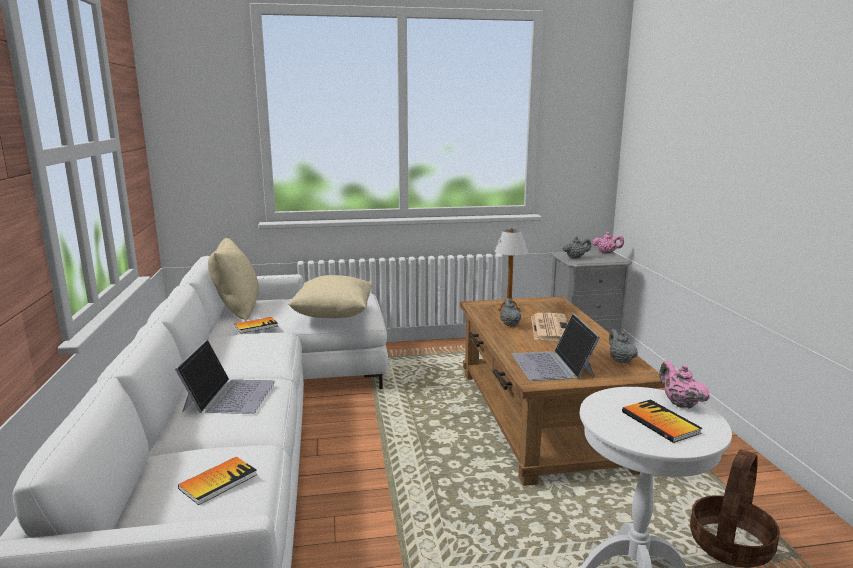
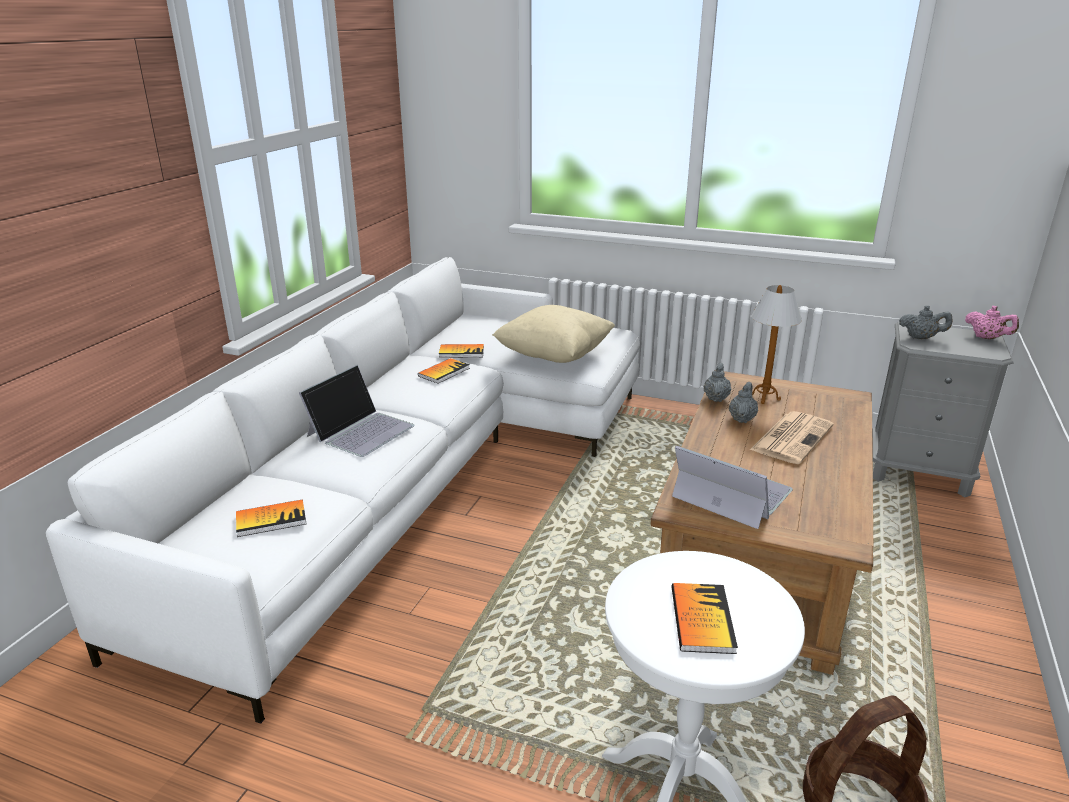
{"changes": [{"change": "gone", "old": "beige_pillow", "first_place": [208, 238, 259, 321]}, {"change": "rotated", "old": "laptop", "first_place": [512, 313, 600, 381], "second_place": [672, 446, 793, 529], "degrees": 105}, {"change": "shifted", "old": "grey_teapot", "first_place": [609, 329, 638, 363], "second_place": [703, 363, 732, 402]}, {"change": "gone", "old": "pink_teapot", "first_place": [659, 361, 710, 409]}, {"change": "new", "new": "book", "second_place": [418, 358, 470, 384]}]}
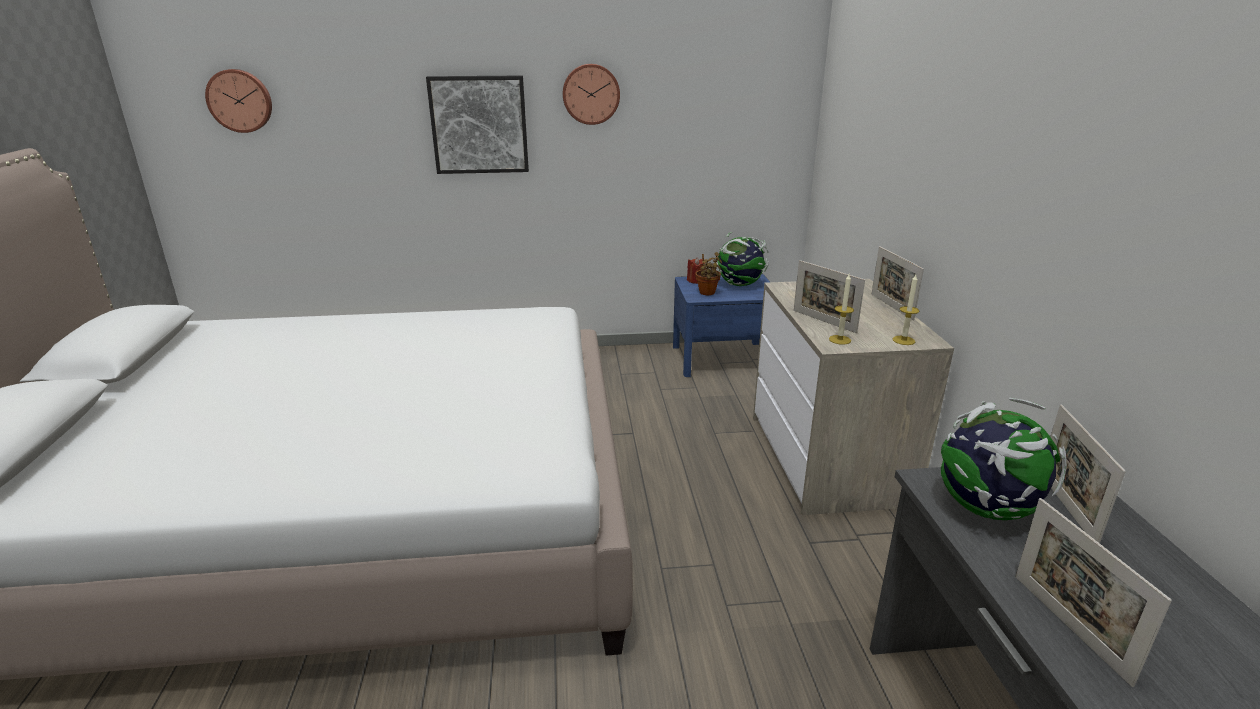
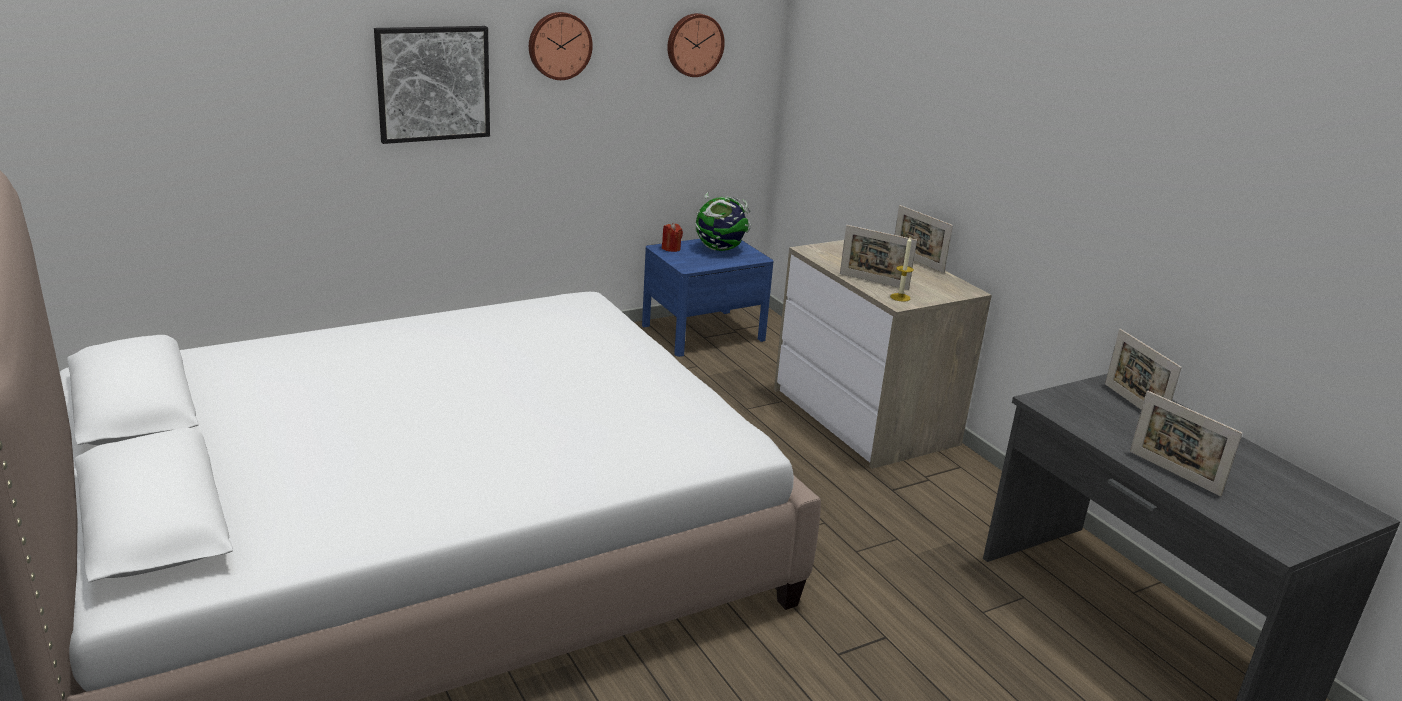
{"changes": [{"change": "shifted", "old": "wall_clock", "first_place": [205, 69, 272, 133], "second_place": [667, 13, 725, 77]}, {"change": "gone", "old": "potted_plant", "first_place": [695, 252, 722, 295]}, {"change": "gone", "old": "candle", "first_place": [893, 275, 919, 345]}, {"change": "gone", "old": "globe", "first_place": [941, 398, 1067, 520]}]}
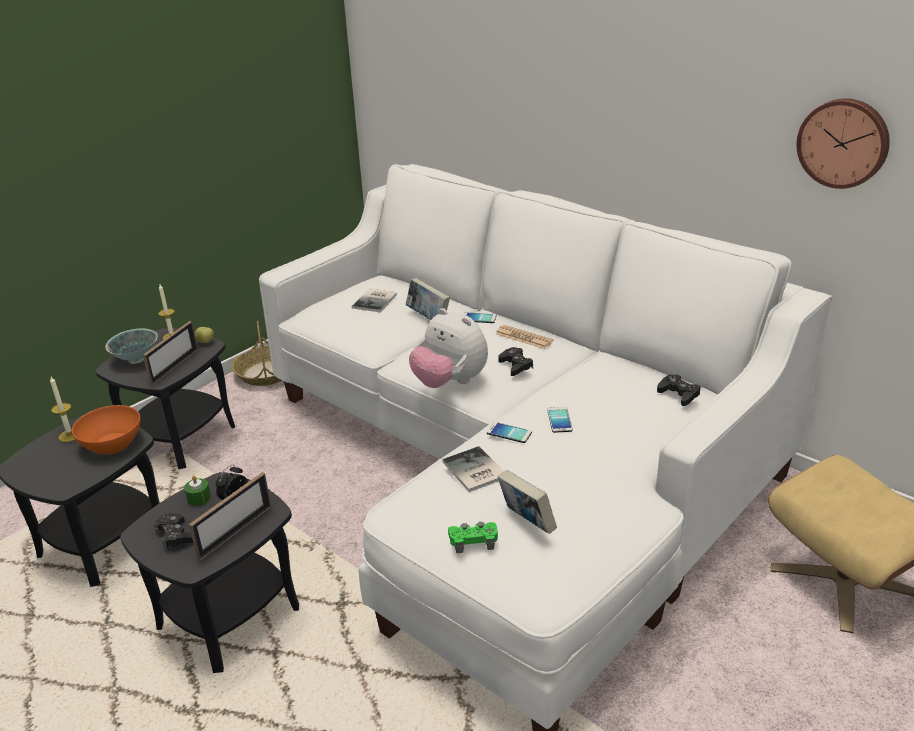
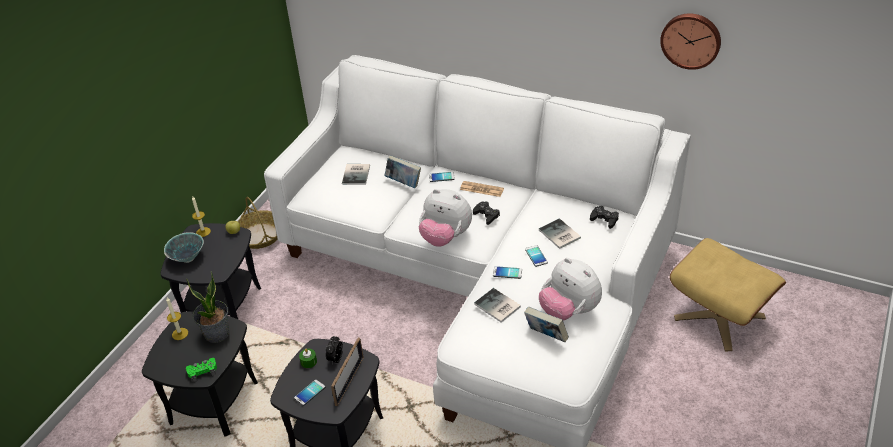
{"changes": [{"change": "swapped", "old": "orange_bowl", "new": "potted_plant", "first_place": [72, 405, 140, 455], "second_place": [186, 271, 229, 343]}, {"change": "gone", "old": "picture_frame", "first_place": [143, 321, 198, 385]}, {"change": "swapped", "old": "black_game_controller", "new": "phone", "first_place": [154, 513, 193, 550], "second_place": [294, 380, 325, 406]}, {"change": "shifted", "old": "green_game_controller", "first_place": [448, 522, 498, 553], "second_place": [186, 358, 217, 382]}, {"change": "new", "new": "book", "second_place": [539, 218, 581, 249]}, {"change": "new", "new": "plush_toy", "second_place": [539, 258, 602, 321]}]}
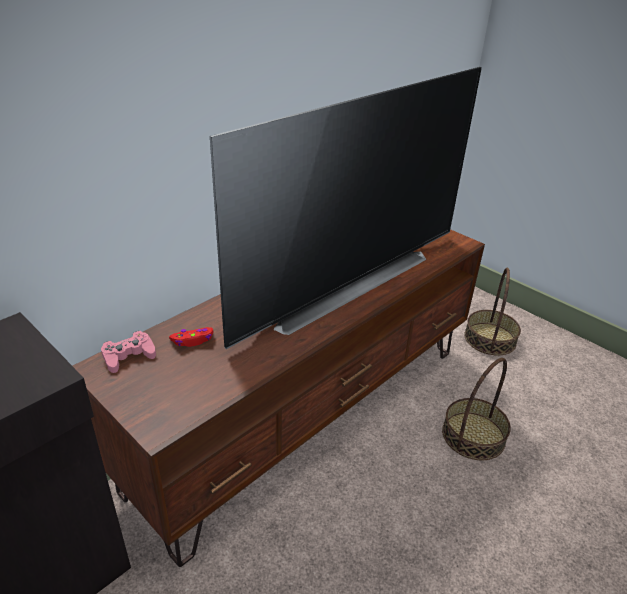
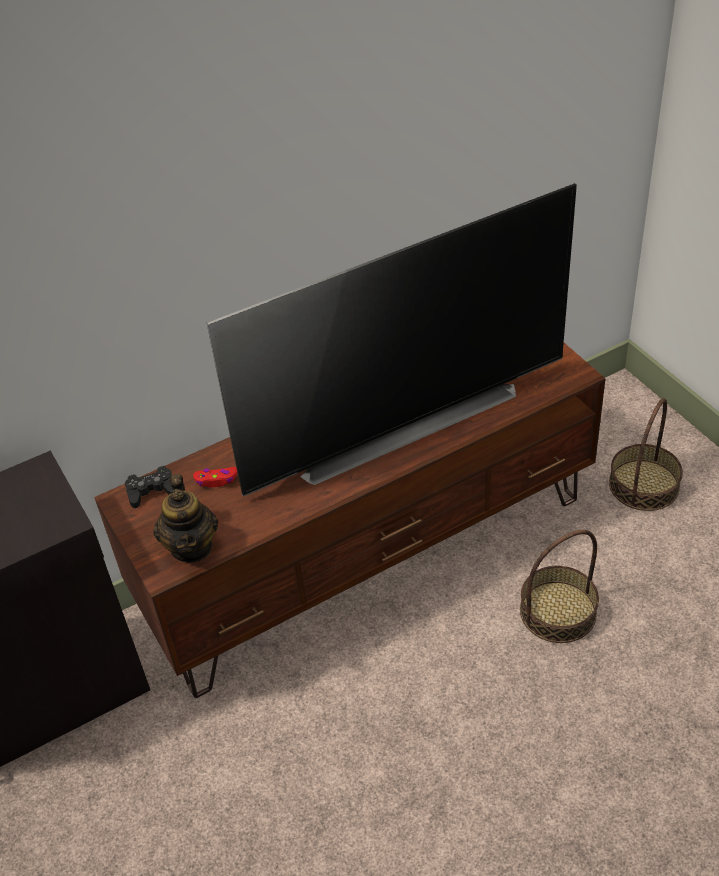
{"changes": [{"change": "repainted", "old": "pink_game_controller", "new": "black_game_controller", "first_place": [101, 331, 156, 373], "second_place": [125, 466, 174, 508]}, {"change": "new", "new": "teapot", "second_place": [153, 474, 218, 563]}]}
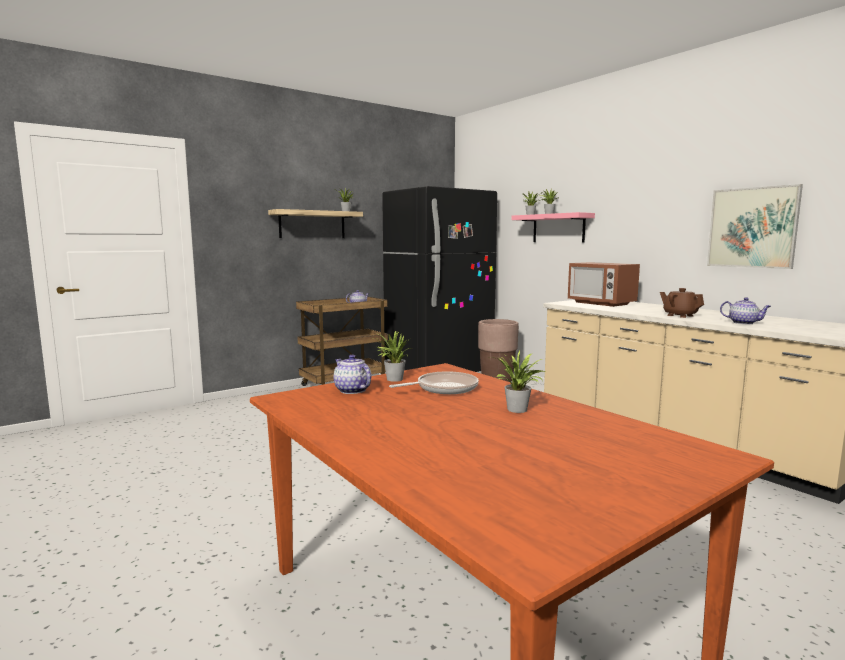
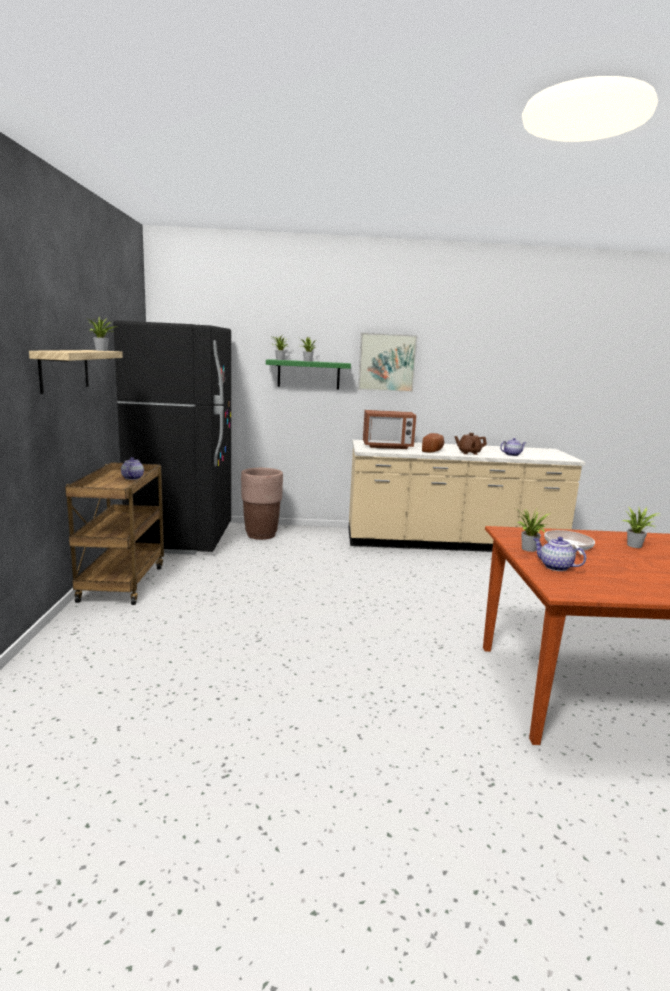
{"changes": [{"change": "rotated", "old": "teapot", "first_place": [334, 354, 371, 394], "second_place": [534, 537, 586, 571], "degrees": 45}, {"change": "repainted", "old": "pink_shelf", "new": "green_shelf", "first_place": [511, 212, 595, 242], "second_place": [266, 359, 351, 389]}, {"change": "shifted", "old": "picture", "first_place": [707, 184, 803, 269], "second_place": [358, 333, 418, 392]}, {"change": "new", "new": "bread", "second_place": [422, 433, 444, 453]}]}
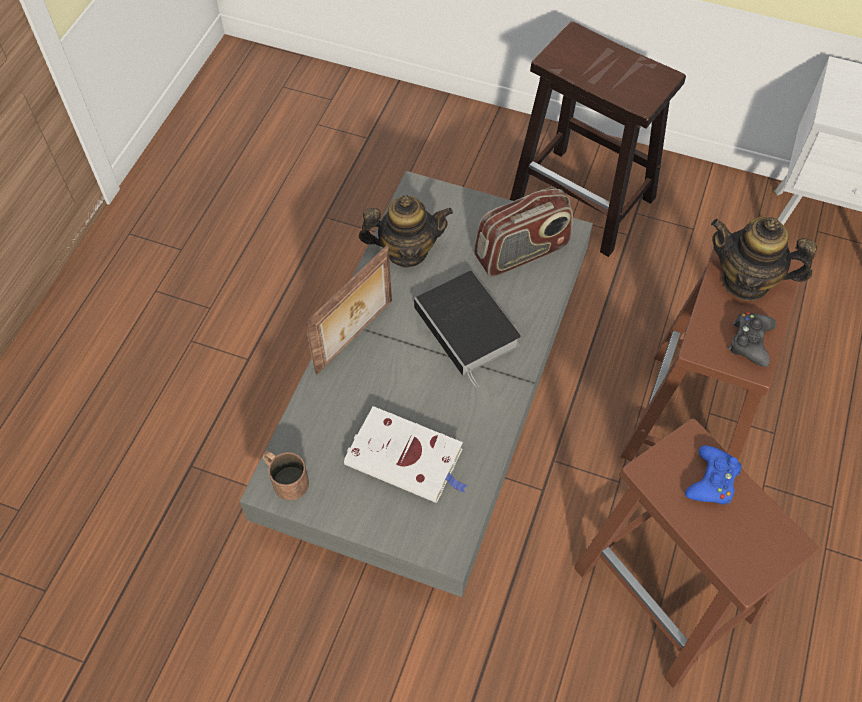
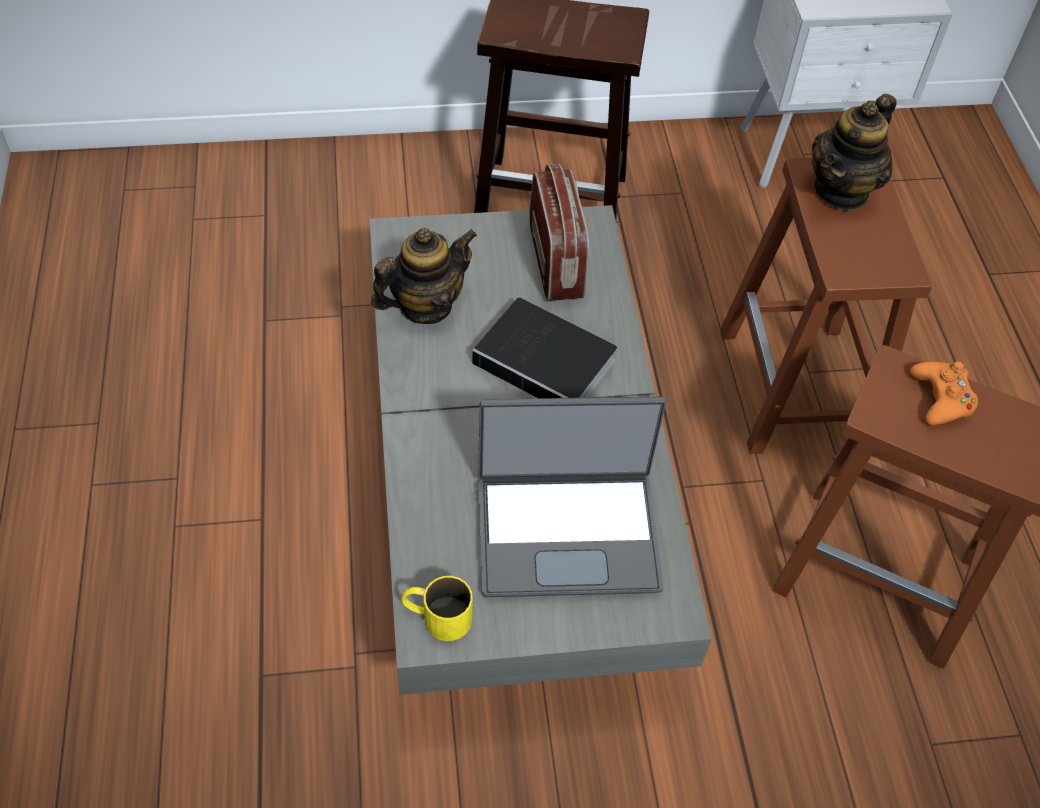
{"changes": [{"change": "repainted", "old": "brown_mug", "new": "yellow_mug", "first_place": [263, 451, 309, 500], "second_place": [401, 576, 472, 641]}, {"change": "gone", "old": "picture_frame", "first_place": [305, 245, 392, 374]}, {"change": "swapped", "old": "white_book", "new": "laptop", "first_place": [344, 406, 468, 503], "second_place": [478, 397, 666, 597]}, {"change": "rotated", "old": "radio", "first_place": [474, 187, 573, 277], "second_place": [529, 164, 589, 301], "degrees": -45}, {"change": "repainted", "old": "blue_game_controller", "new": "orange_game_controller", "first_place": [685, 445, 742, 505], "second_place": [910, 362, 978, 425]}, {"change": "rotated", "old": "teapot", "first_place": [711, 217, 817, 301], "second_place": [812, 93, 896, 211], "degrees": -45}, {"change": "gone", "old": "black_game_controller", "first_place": [728, 312, 776, 367]}]}
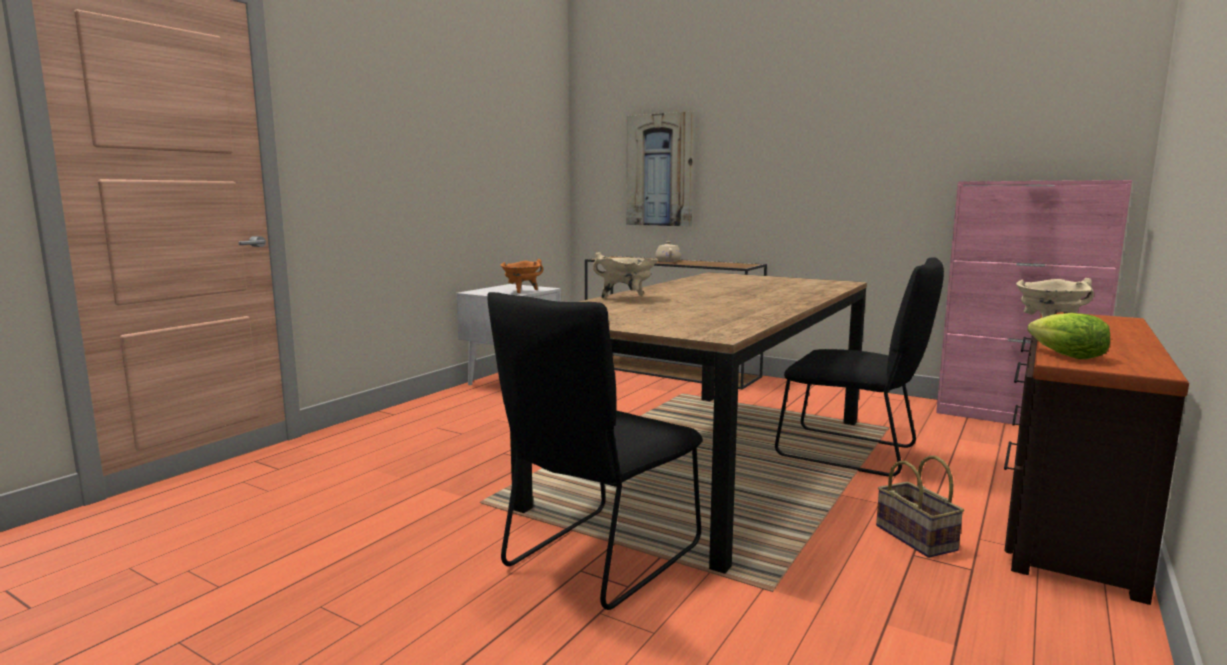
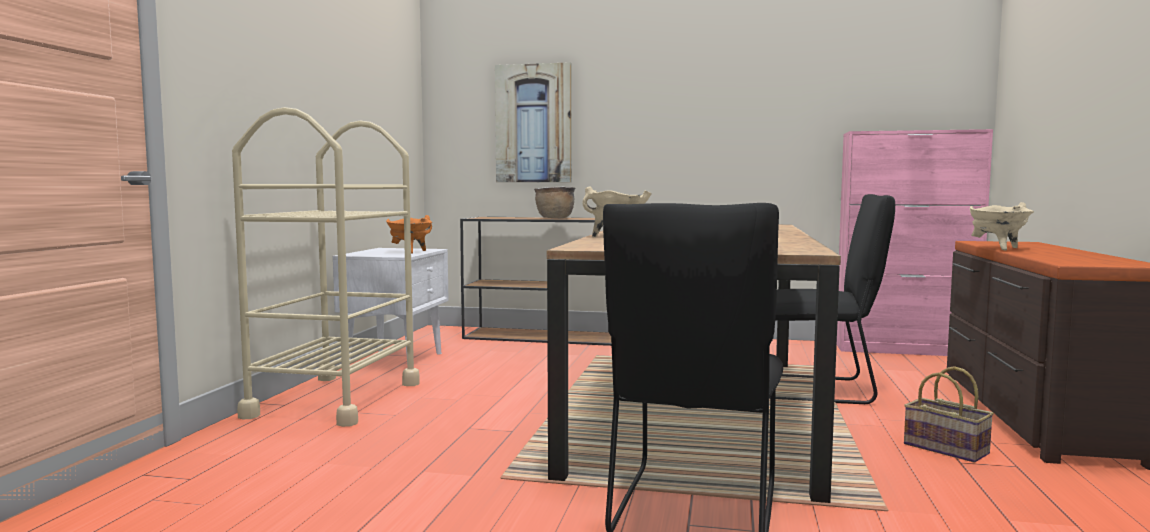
{"changes": [{"change": "swapped", "old": "beige_teapot", "new": "brown_cooking_pot", "first_place": [655, 241, 681, 262], "second_place": [534, 187, 575, 218]}, {"change": "gone", "old": "lettuce", "first_place": [1027, 313, 1110, 359]}, {"change": "new", "new": "beige_cart", "second_place": [232, 107, 420, 427]}]}
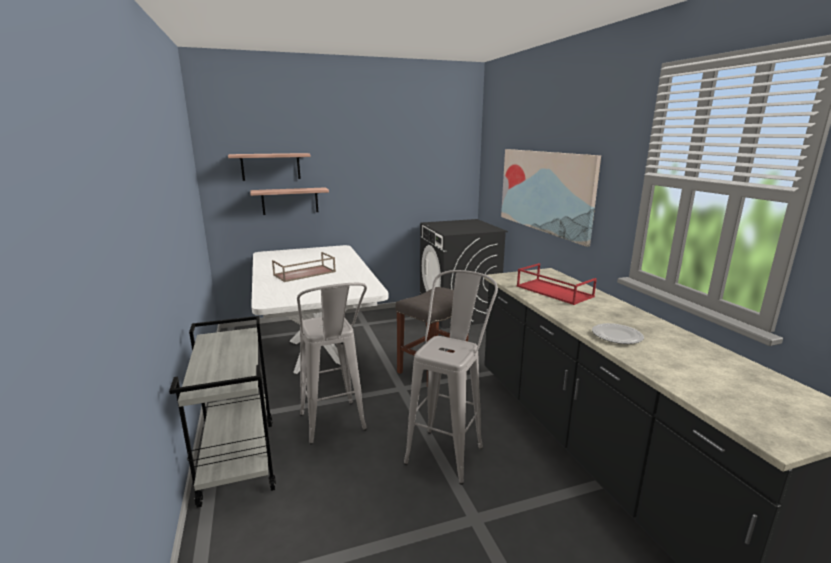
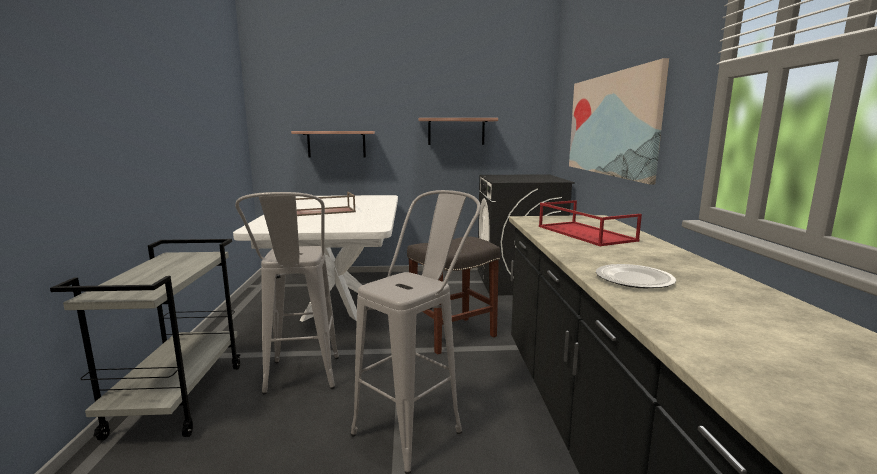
{"changes": [{"change": "shifted", "old": "shelf", "first_place": [228, 153, 311, 181], "second_place": [418, 118, 498, 145]}]}
